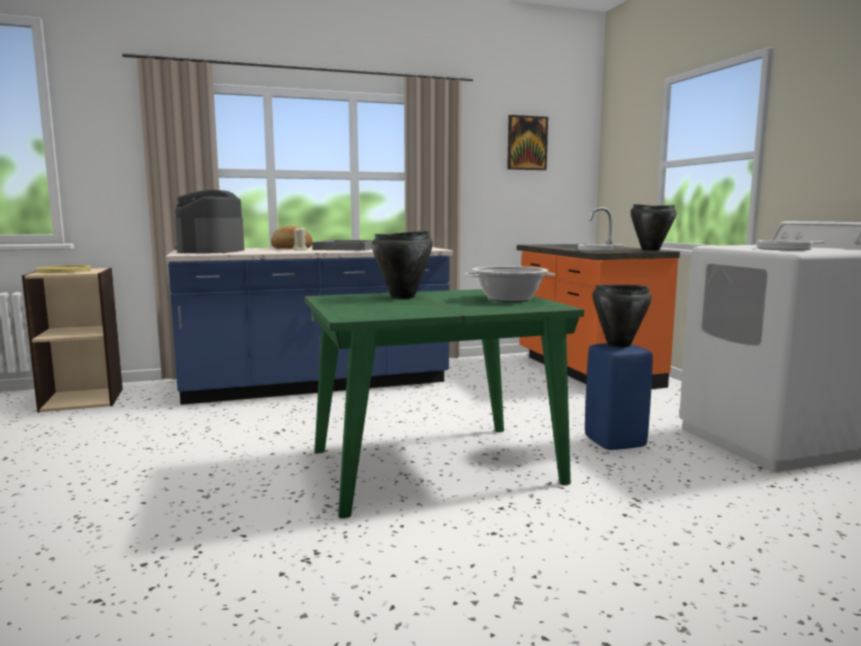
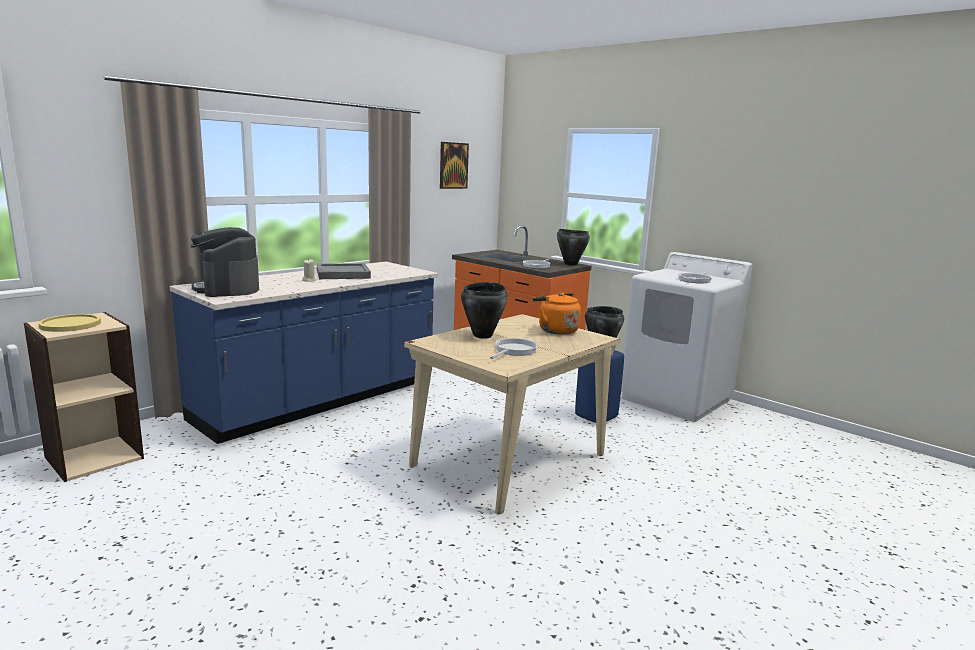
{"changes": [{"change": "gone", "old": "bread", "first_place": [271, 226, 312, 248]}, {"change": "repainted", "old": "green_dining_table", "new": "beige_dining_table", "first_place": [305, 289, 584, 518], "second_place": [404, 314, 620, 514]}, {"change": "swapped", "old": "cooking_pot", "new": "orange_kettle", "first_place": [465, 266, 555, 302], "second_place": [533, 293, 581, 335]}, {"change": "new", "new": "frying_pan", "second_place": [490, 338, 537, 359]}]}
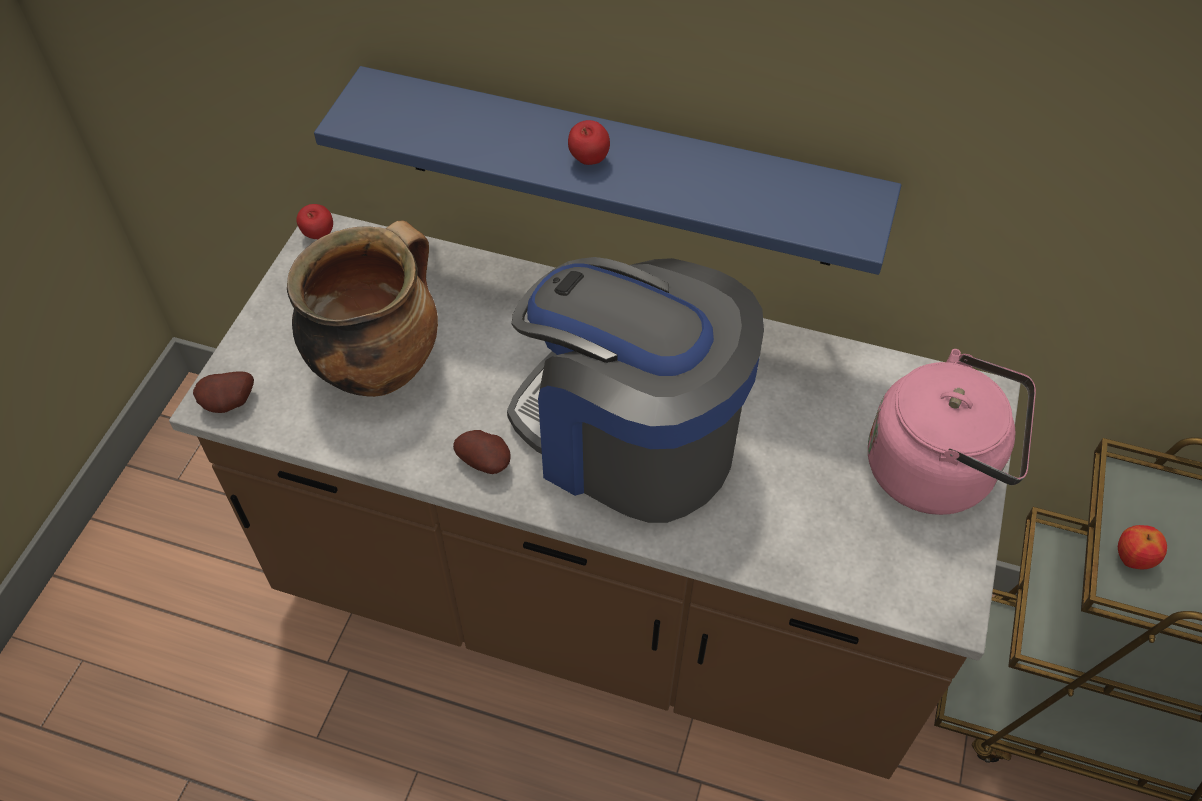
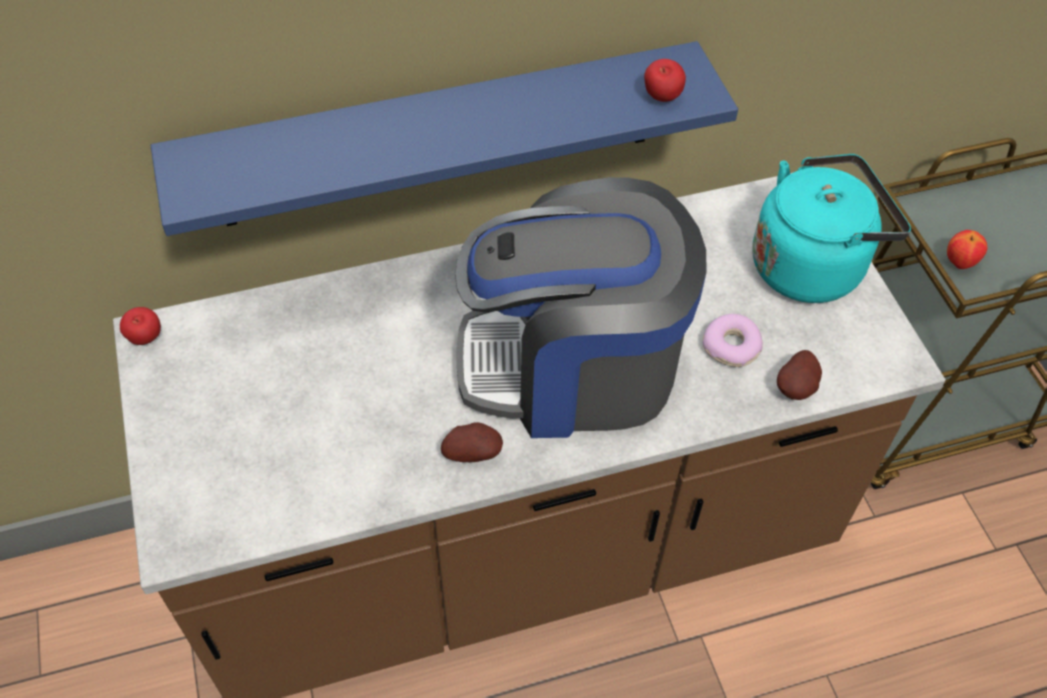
{"changes": [{"change": "shifted", "old": "potato", "first_place": [193, 372, 254, 413], "second_place": [777, 350, 822, 400]}, {"change": "gone", "old": "cooking_pot", "first_place": [287, 220, 438, 397]}, {"change": "shifted", "old": "apple", "first_place": [568, 120, 610, 165], "second_place": [644, 59, 686, 102]}, {"change": "repainted", "old": "pink_kettle", "new": "turquoise_kettle", "first_place": [868, 349, 1036, 515], "second_place": [753, 154, 911, 303]}, {"change": "new", "new": "donut", "second_place": [702, 314, 763, 367]}]}
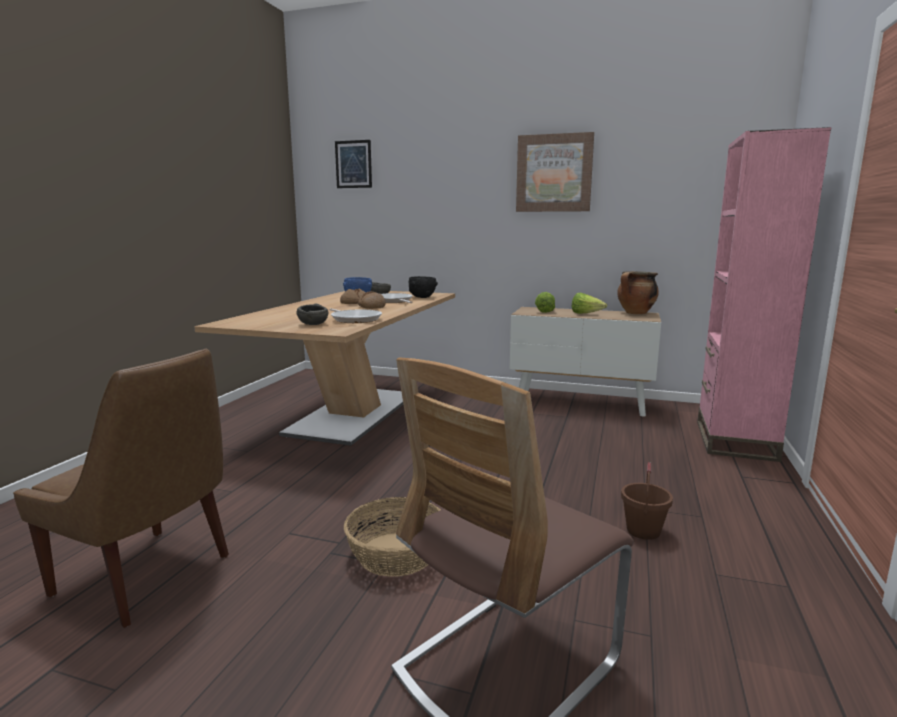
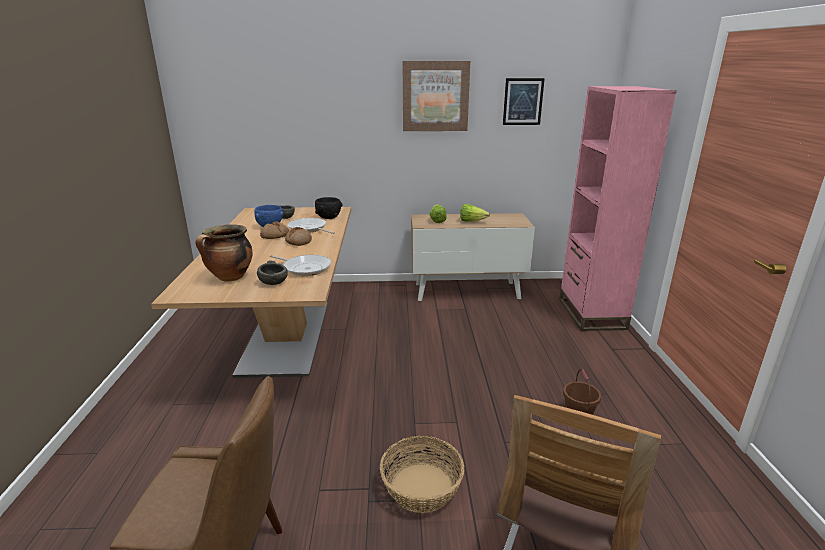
{"changes": [{"change": "shifted", "old": "picture", "first_place": [335, 140, 372, 188], "second_place": [503, 78, 545, 125]}, {"change": "shifted", "old": "cooking_pot", "first_place": [617, 271, 659, 314], "second_place": [195, 224, 252, 282]}]}
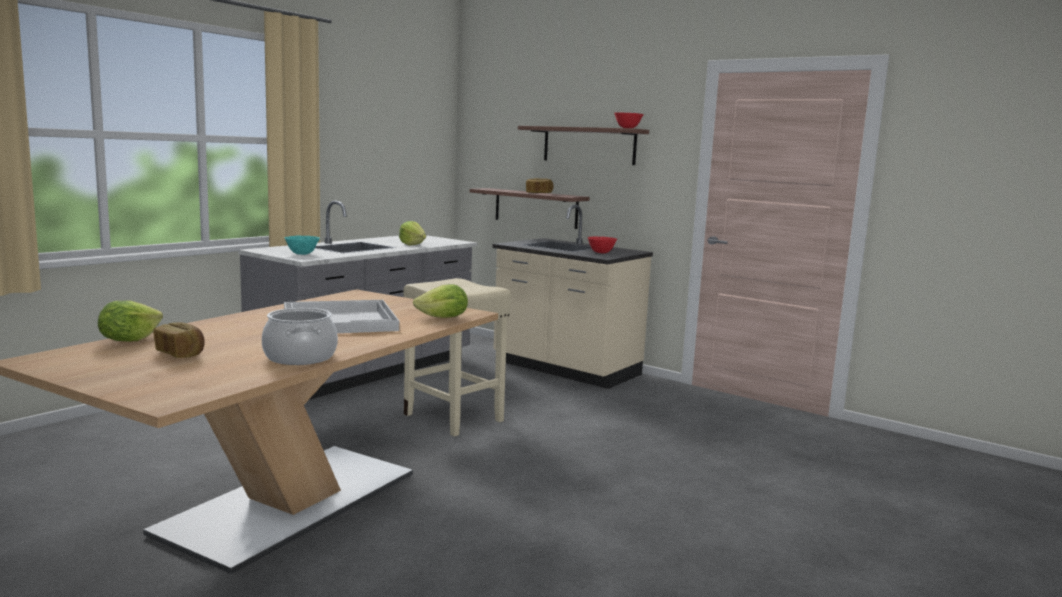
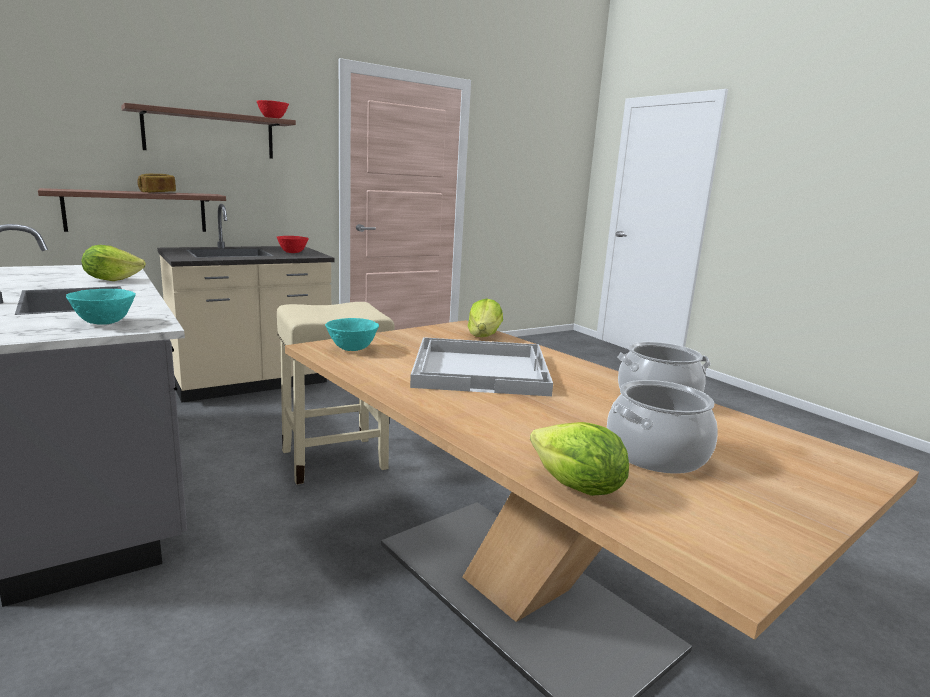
{"changes": [{"change": "swapped", "old": "bread", "new": "cooking_pot", "first_place": [153, 322, 205, 358], "second_place": [607, 380, 718, 474]}, {"change": "new", "new": "turquoise_bowl", "second_place": [325, 318, 379, 351]}]}
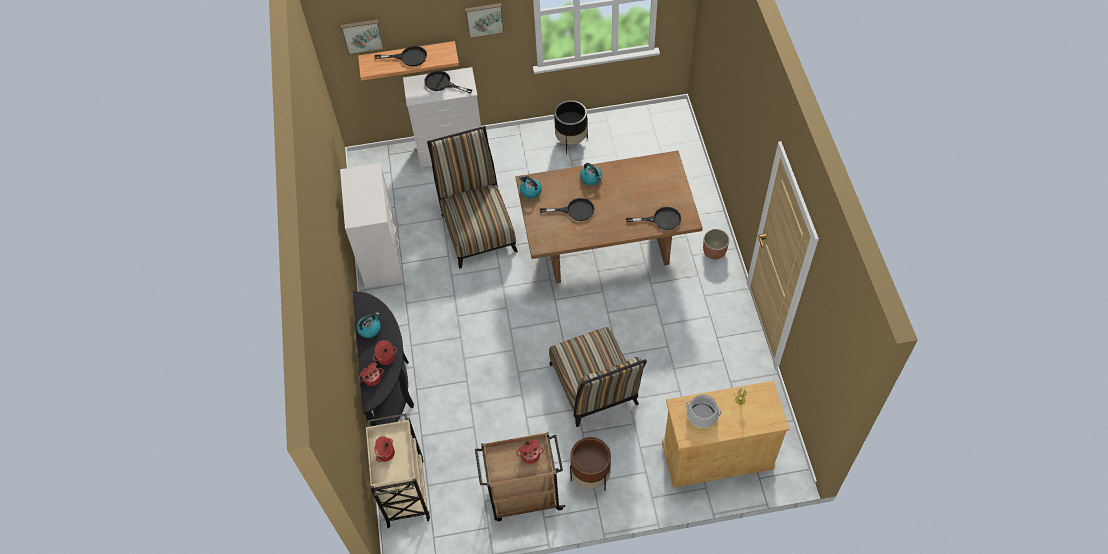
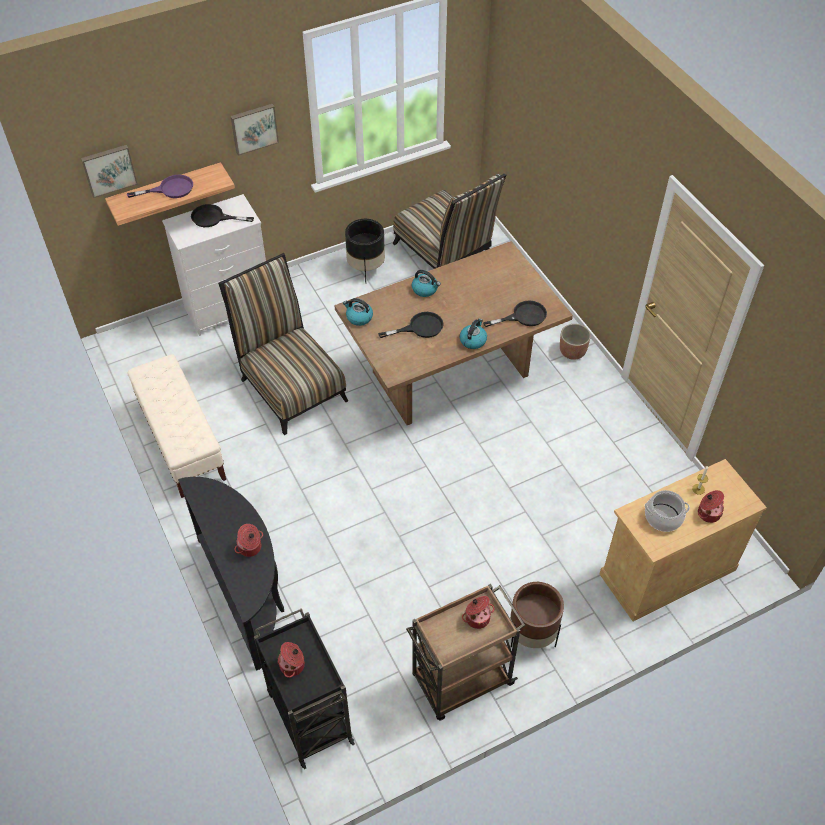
{"changes": [{"change": "swapped", "old": "white_dresser", "new": "beige_bench", "first_place": [340, 163, 404, 288], "second_place": [128, 354, 226, 498]}, {"change": "shifted", "old": "kettle", "first_place": [357, 312, 381, 338], "second_place": [460, 318, 487, 349]}, {"change": "shifted", "old": "cooking_pot", "first_place": [358, 362, 383, 386], "second_place": [698, 490, 724, 523]}, {"change": "repainted", "old": "beige_cart", "new": "black_cart", "first_place": [365, 414, 430, 528], "second_place": [254, 608, 355, 769]}, {"change": "repainted", "old": "black_frying_pan", "new": "purple_frying_pan", "first_place": [374, 46, 427, 66], "second_place": [127, 175, 193, 198]}, {"change": "shifted", "old": "chair", "first_place": [549, 327, 647, 427], "second_place": [393, 174, 506, 269]}]}
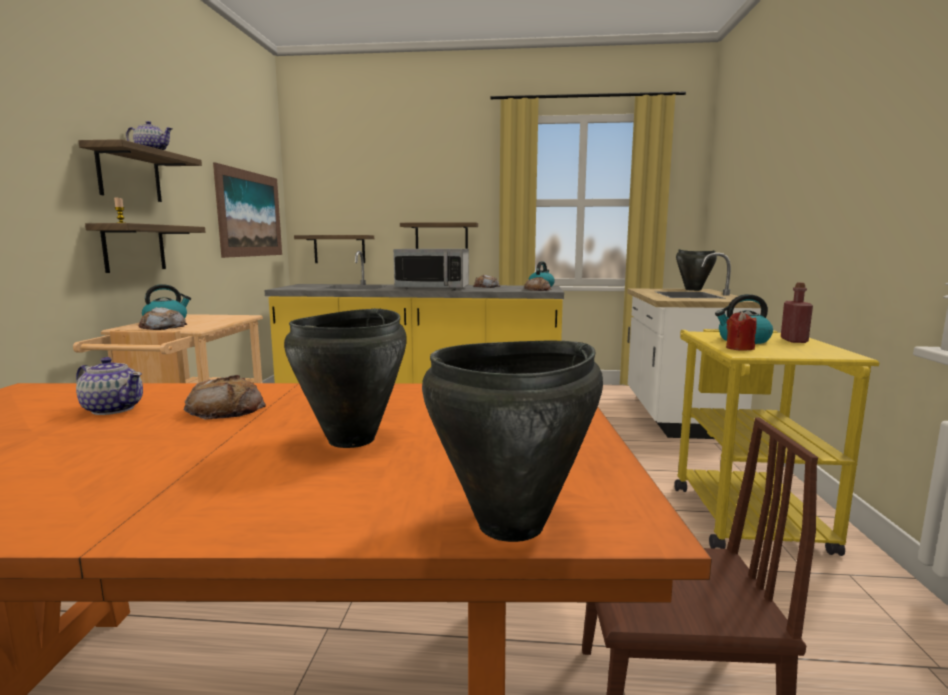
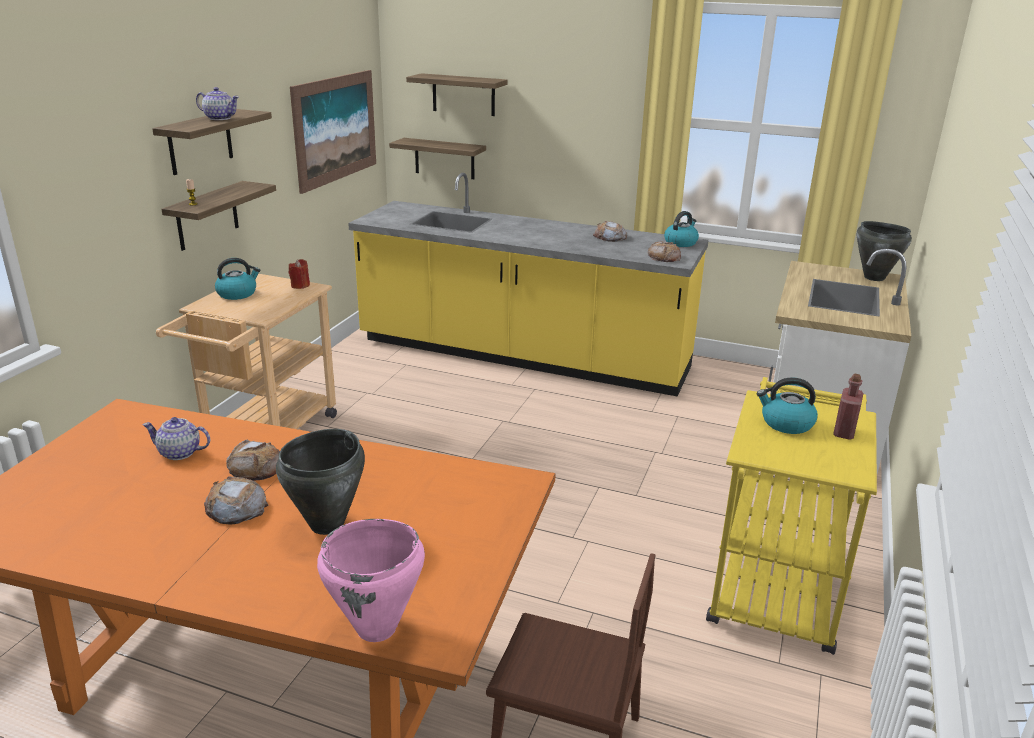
{"changes": [{"change": "rotated", "old": "teapot", "first_place": [76, 357, 143, 415], "second_place": [143, 417, 210, 460], "degrees": 150}, {"change": "shifted", "old": "bread", "first_place": [139, 307, 187, 330], "second_place": [204, 476, 268, 525]}, {"change": "gone", "old": "microwave", "first_place": [393, 249, 469, 290]}, {"change": "shifted", "old": "shelf", "first_place": [400, 222, 478, 249], "second_place": [406, 73, 508, 116]}, {"change": "repainted", "old": "black_cooking_pot", "new": "pink_cooking_pot", "first_place": [422, 341, 603, 542], "second_place": [317, 519, 425, 642]}, {"change": "shifted", "old": "red_candle", "first_place": [726, 311, 757, 351], "second_place": [289, 259, 310, 289]}]}
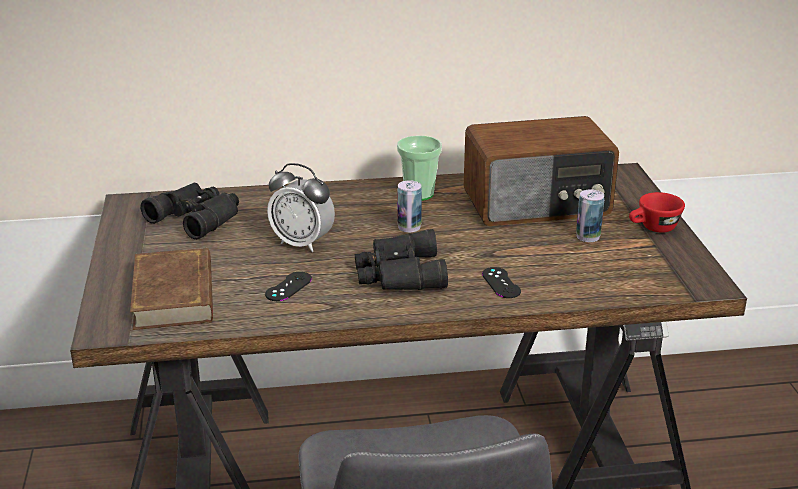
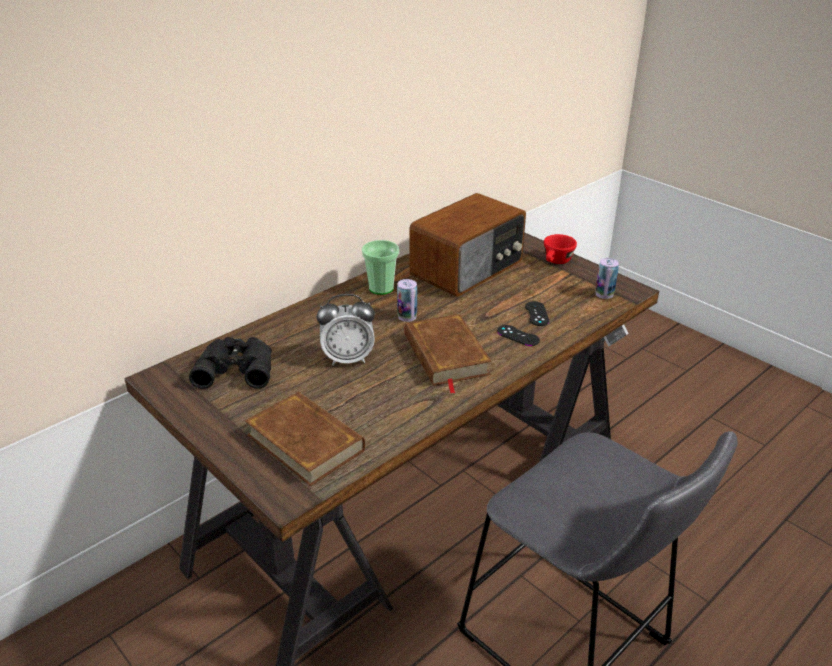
{"changes": [{"change": "shifted", "old": "black_game_controller", "first_place": [265, 272, 312, 301], "second_place": [525, 301, 549, 326]}, {"change": "swapped", "old": "black_binoculars", "new": "brown_book", "first_place": [355, 229, 448, 290], "second_place": [404, 314, 492, 393]}, {"change": "shifted", "old": "can", "first_place": [576, 189, 604, 242], "second_place": [595, 258, 619, 299]}]}
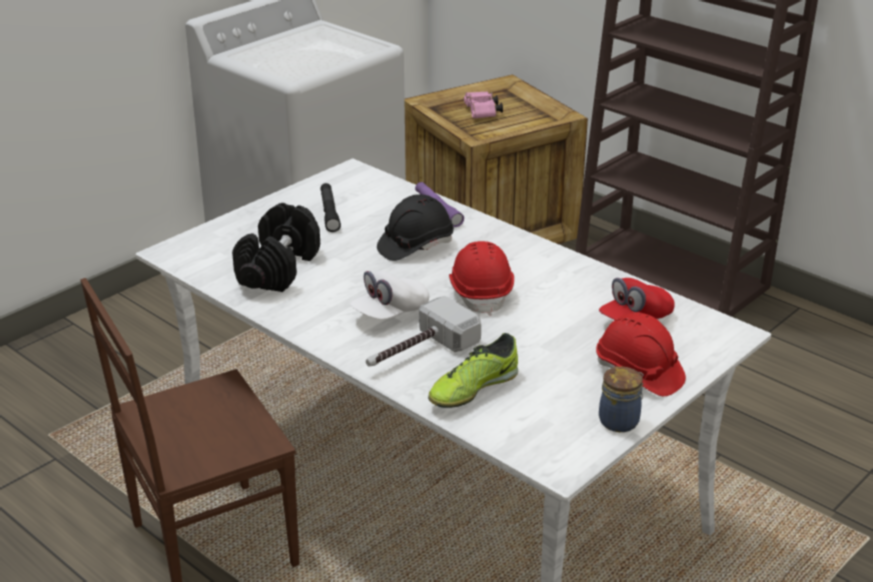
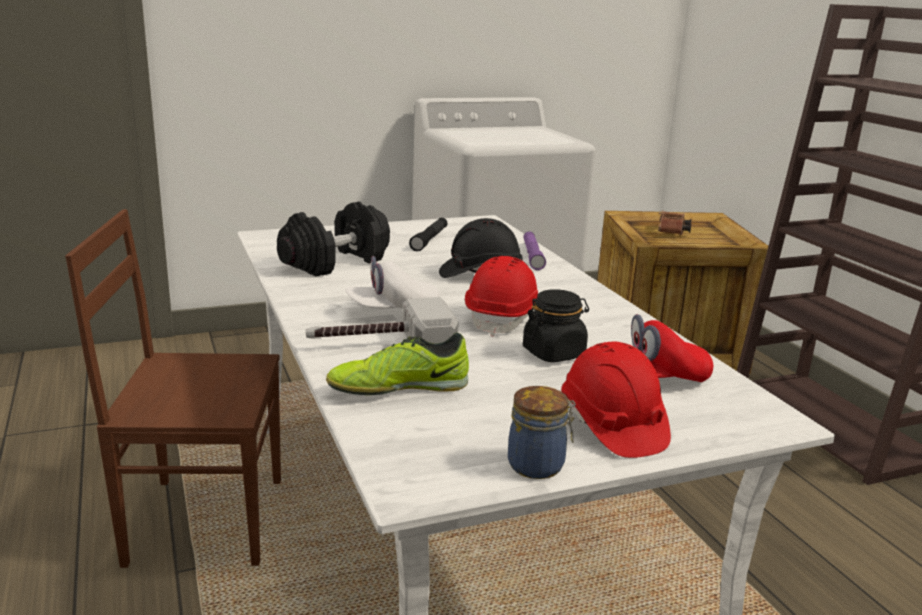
{"changes": [{"change": "repainted", "old": "pink_binoculars", "new": "brown_binoculars", "first_place": [463, 91, 503, 119], "second_place": [658, 211, 692, 235]}, {"change": "new", "new": "black_jar", "second_place": [523, 289, 589, 362]}]}
